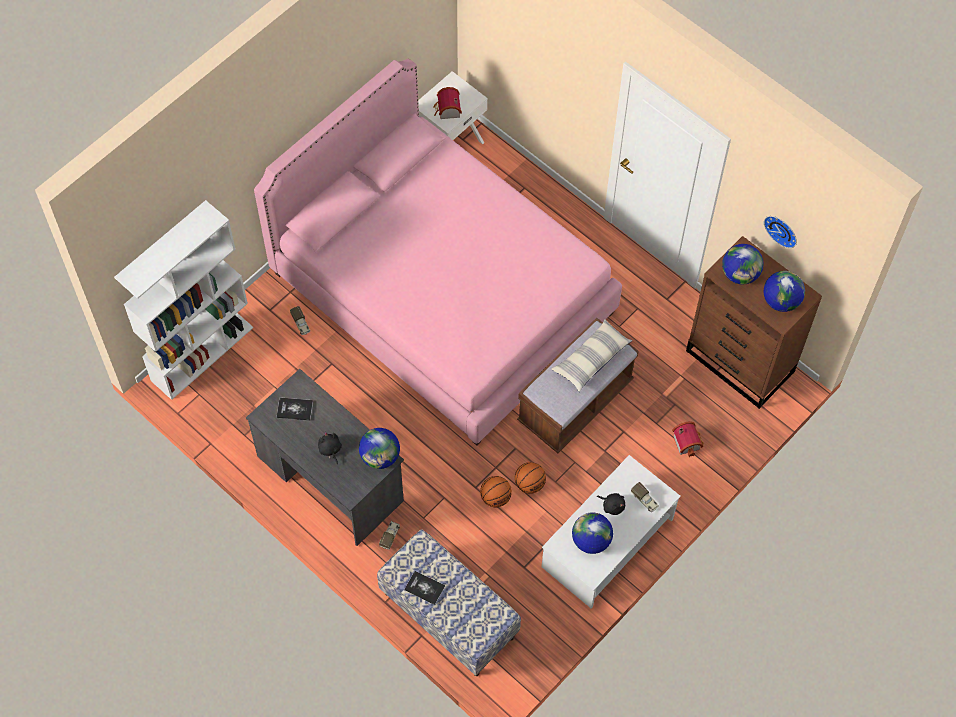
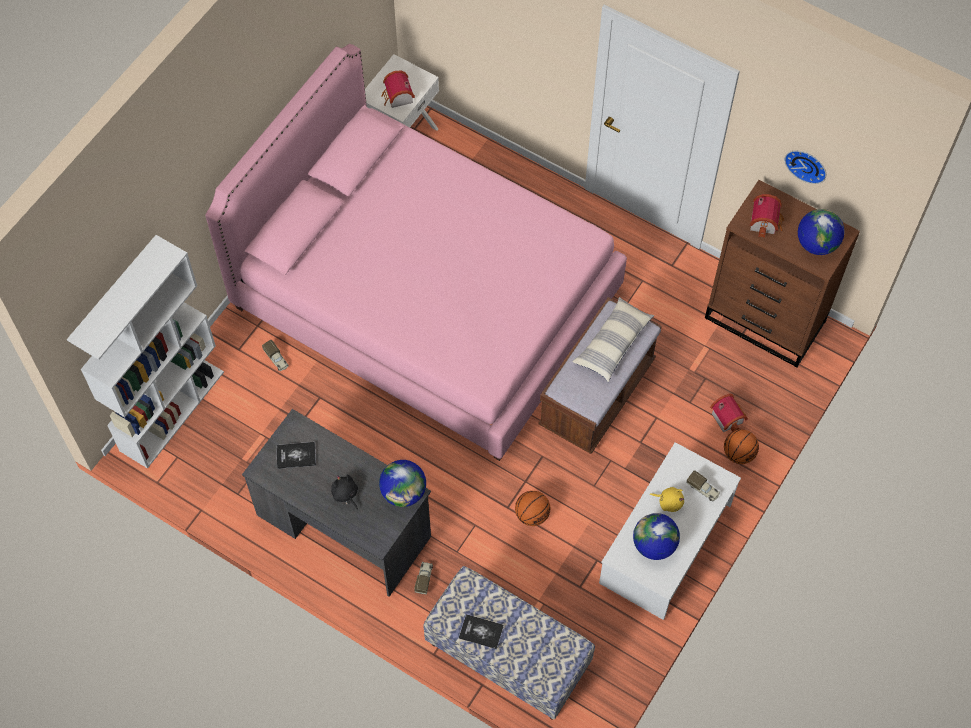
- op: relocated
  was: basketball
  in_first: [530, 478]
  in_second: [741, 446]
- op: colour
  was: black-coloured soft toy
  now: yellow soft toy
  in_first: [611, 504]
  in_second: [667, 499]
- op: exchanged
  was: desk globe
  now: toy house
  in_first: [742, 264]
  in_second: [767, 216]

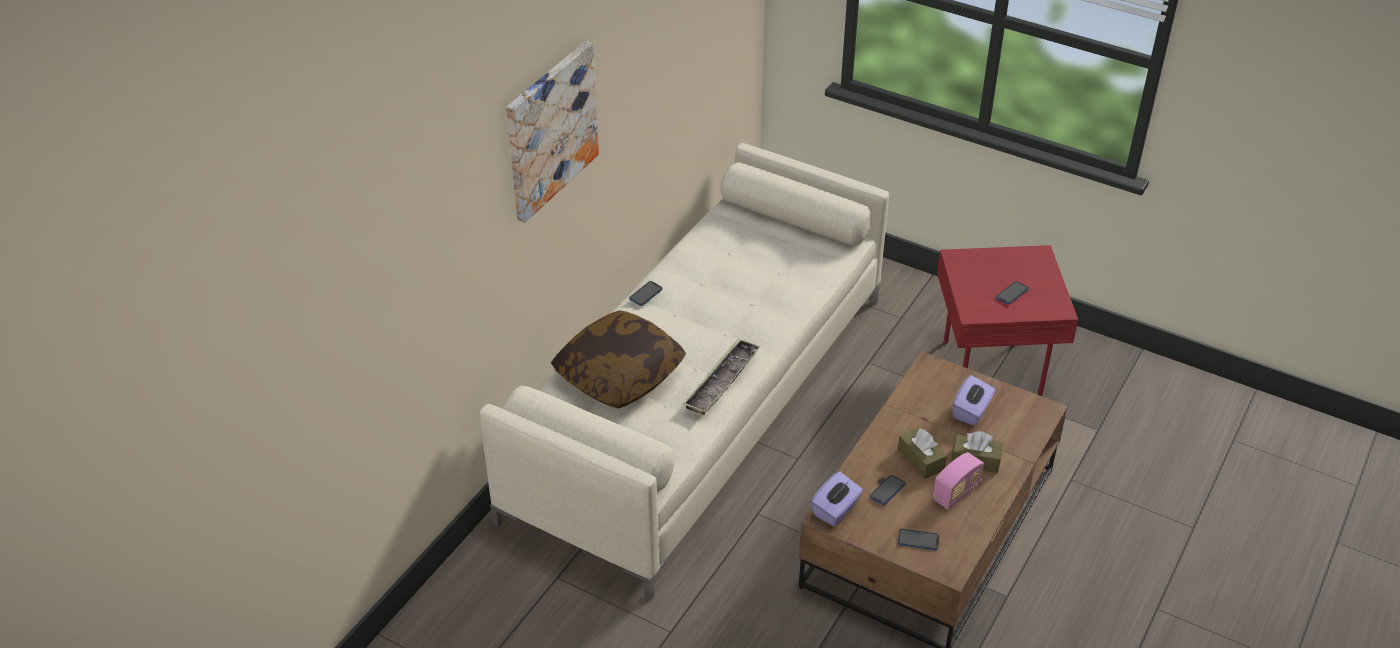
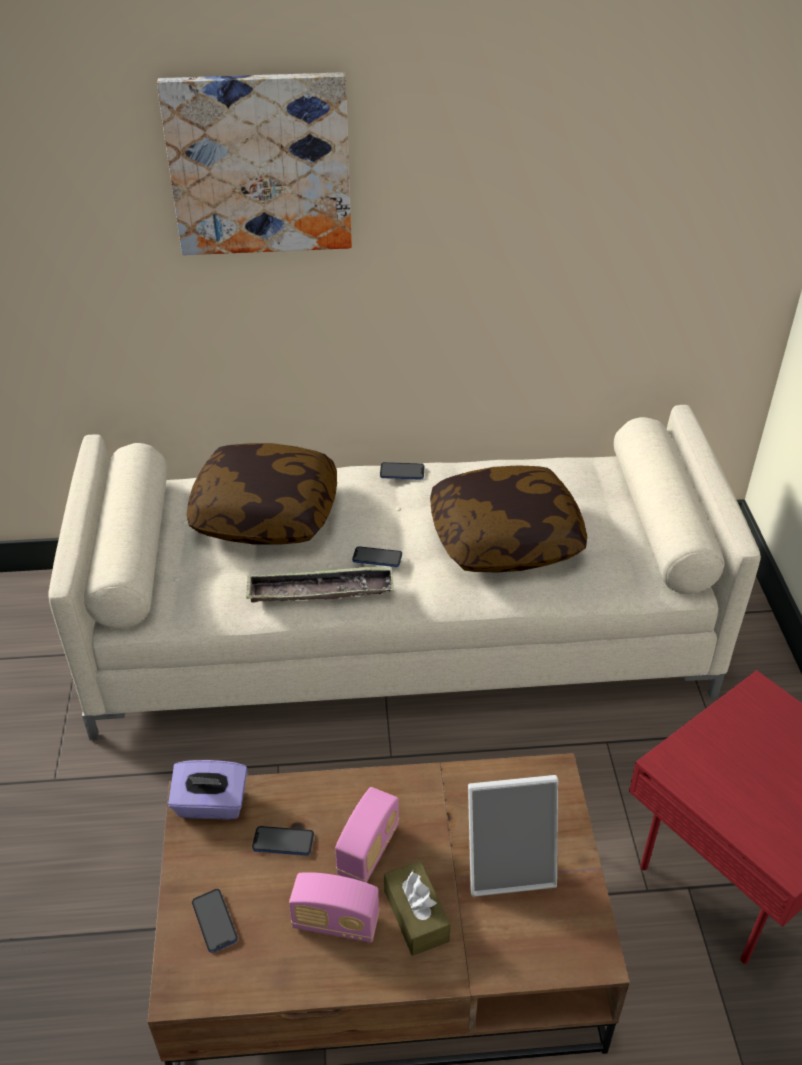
- op: exchanged
  was: brown-coloured box of tissues
  now: radio set
  in_first: [922, 453]
  in_second: [367, 835]
- op: exchanged
  was: purplish box of tissues
  now: standing frame
  in_first: [973, 400]
  in_second: [513, 836]
- op: relocated
  was: telephone
  in_first: [1012, 292]
  in_second: [377, 556]
- op: appeared
  now: throw pillow
  in_second: [508, 519]

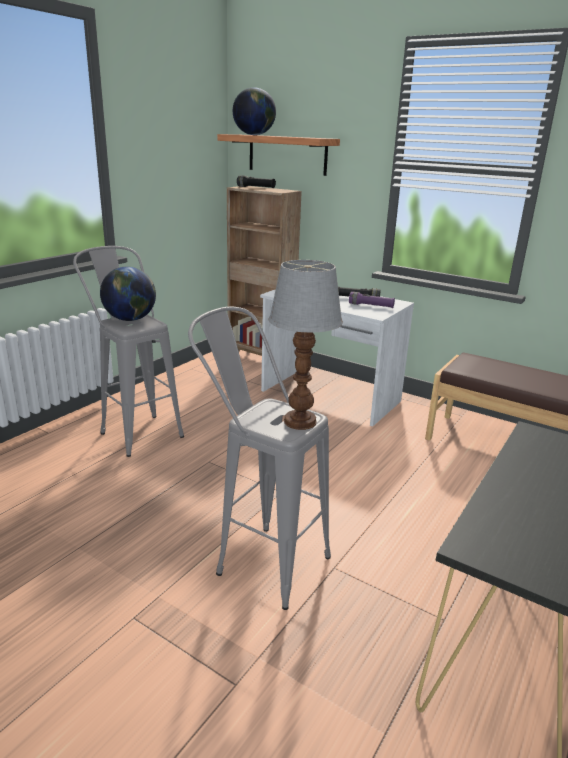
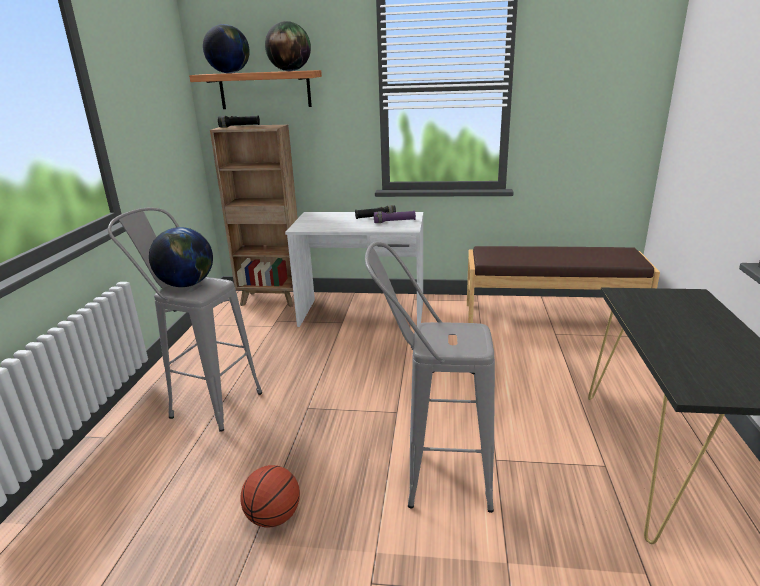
- op: missing
  was: tabletop lamp
  in_first: [306, 345]
- op: appeared
  now: basketball
  in_second: [270, 496]
- op: appeared
  now: desk globe
  in_second: [288, 46]

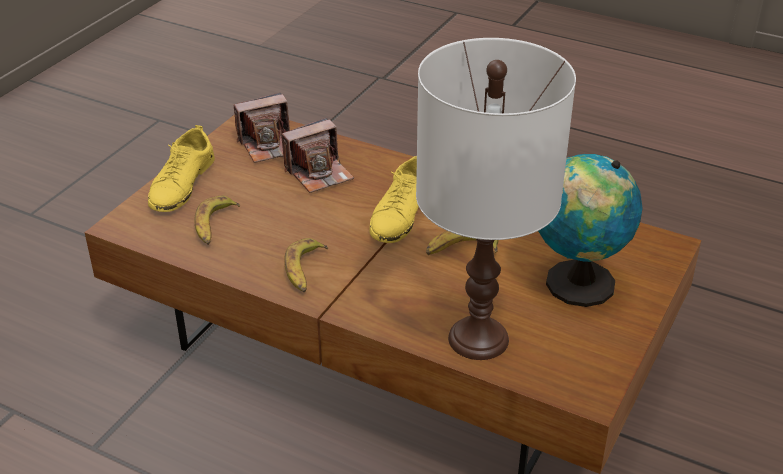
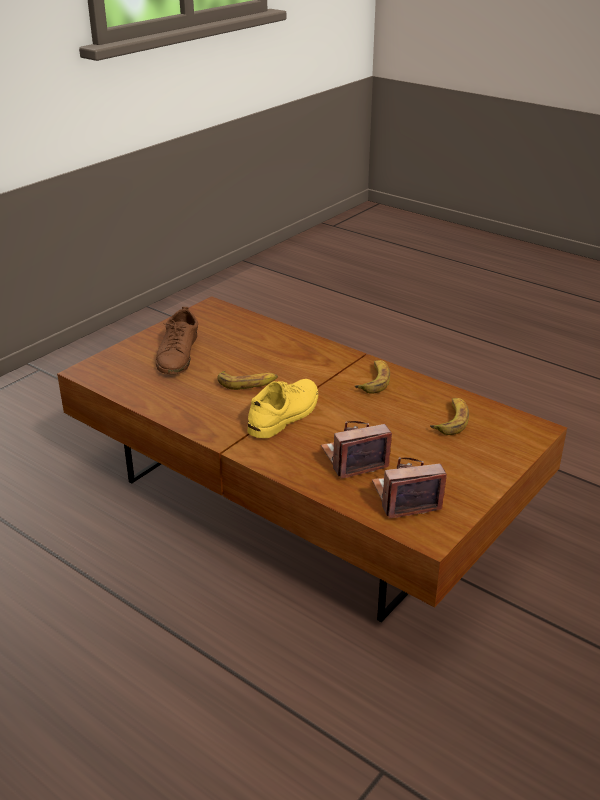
- op: missing
  was: yellow item of footwear
  in_first: [181, 168]
- op: missing
  was: white-coloured tabletop lamp
  in_first: [496, 199]
- op: exchanged
  was: desk globe
  now: brown-coloured item of footwear
  in_first: [590, 230]
  in_second: [177, 340]

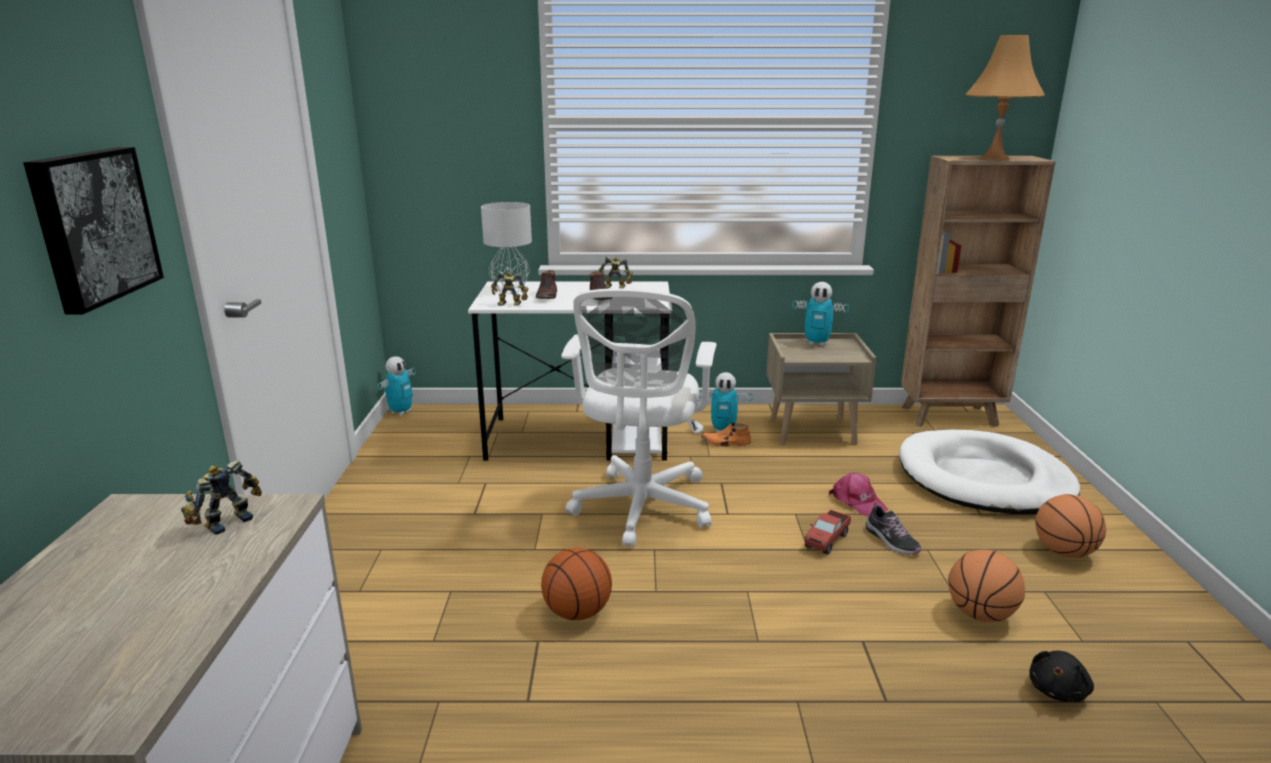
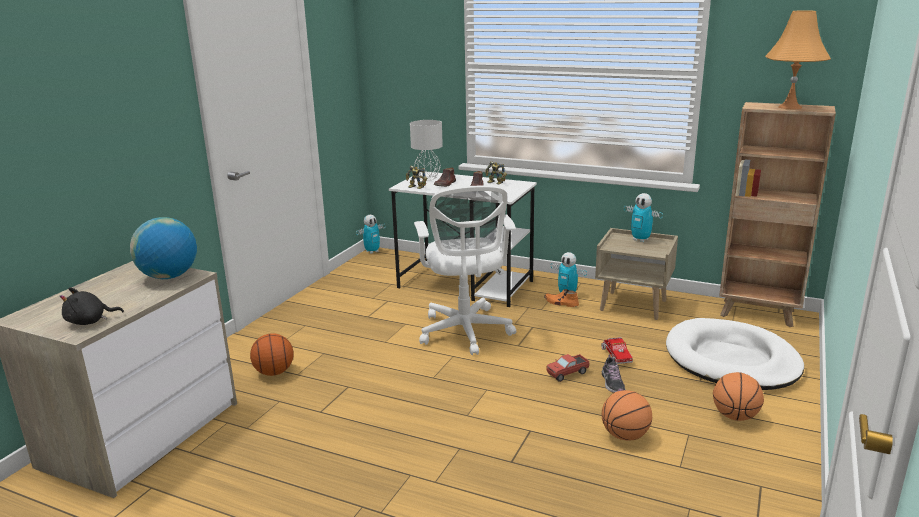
- op: missing
  was: picture
  in_first: [93, 231]
- op: exchanged
  was: toy robot
  now: desk globe
  in_first: [221, 497]
  in_second: [163, 248]
- op: relocated
  was: basketball
  in_first: [576, 584]
  in_second: [271, 354]
- op: spun
  was: white-coloured desk chair
  in_first: [639, 418]
  in_second: [465, 270]
  clockwise: -45
- op: exchanged
  was: pink cap
  now: toy lorry
  in_first: [858, 494]
  in_second: [617, 350]
- op: relocated
  was: black-coloured soft toy
  in_first: [1061, 676]
  in_second: [91, 306]

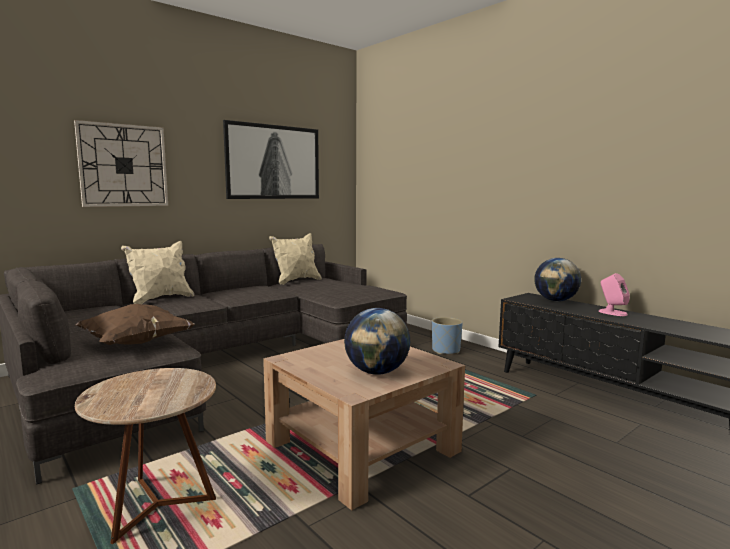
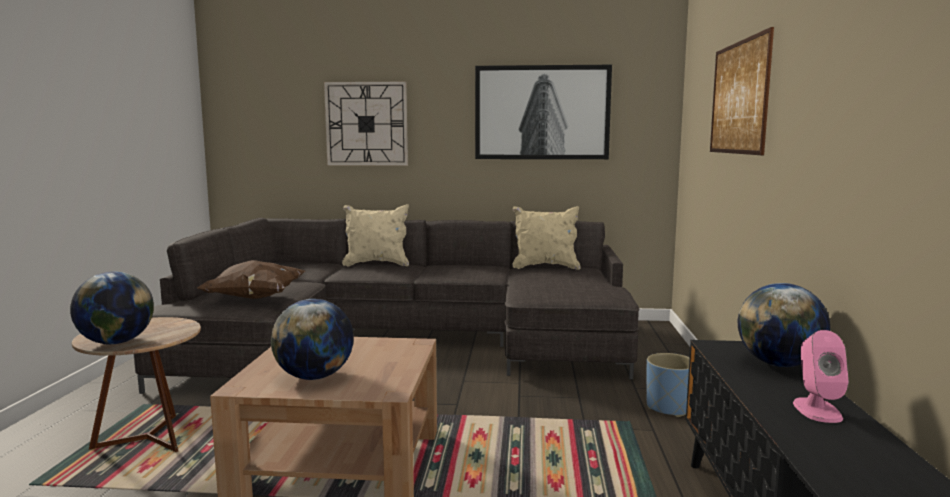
- op: appeared
  now: desk globe
  in_second: [112, 307]
- op: appeared
  now: picture
  in_second: [742, 91]

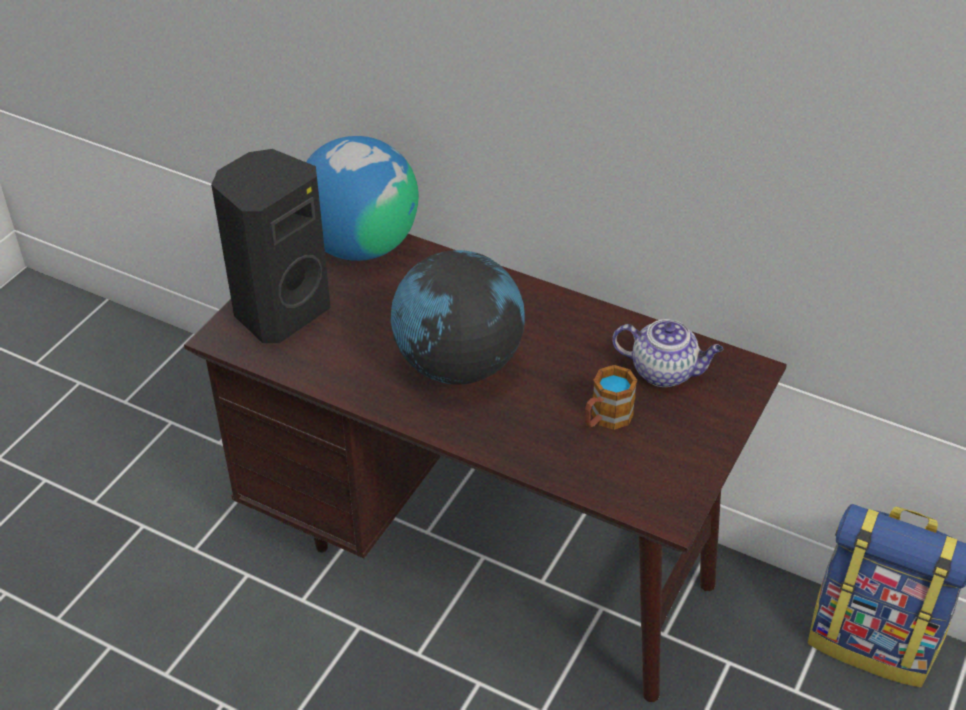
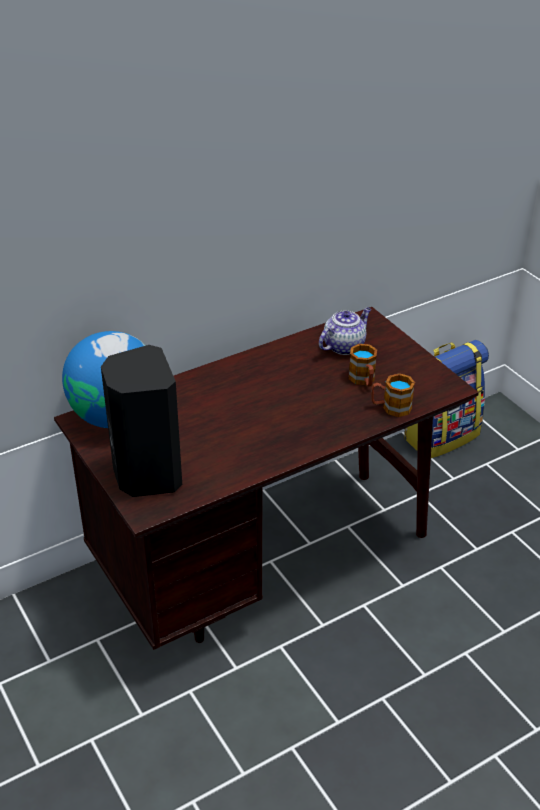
- op: missing
  was: desk globe
  in_first: [458, 317]
- op: appeared
  now: coffee mug
  in_second: [393, 395]

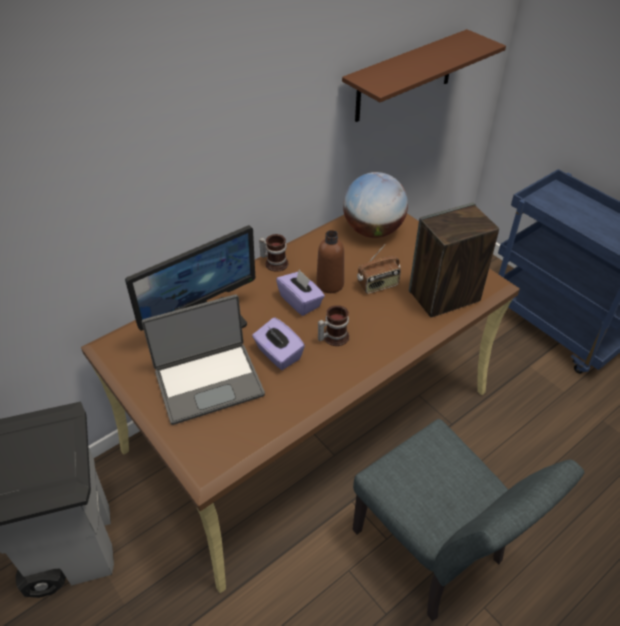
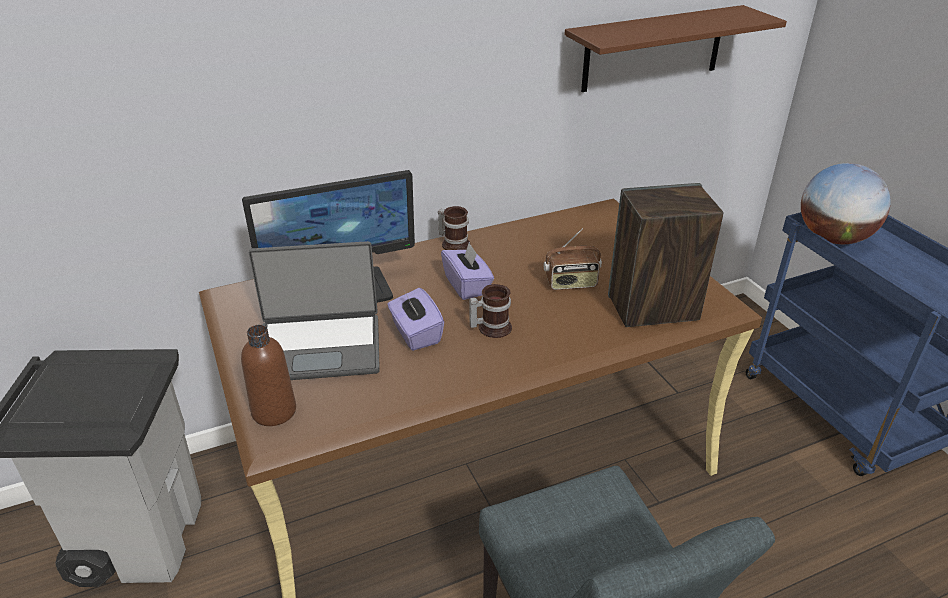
- op: relocated
  was: brown-coloured drink bottle
  in_first: [330, 261]
  in_second: [268, 375]
- op: relocated
  was: desk globe
  in_first: [375, 205]
  in_second: [846, 203]

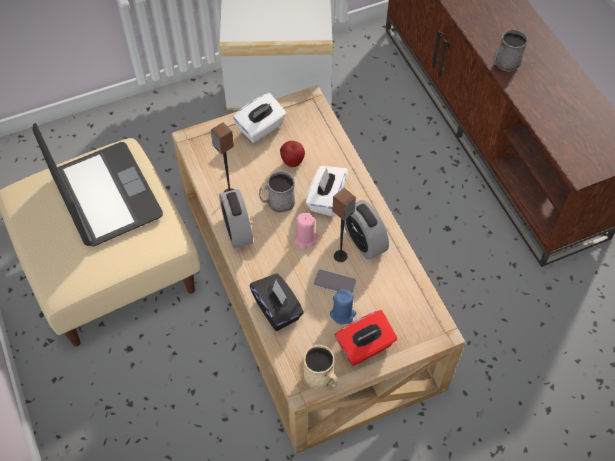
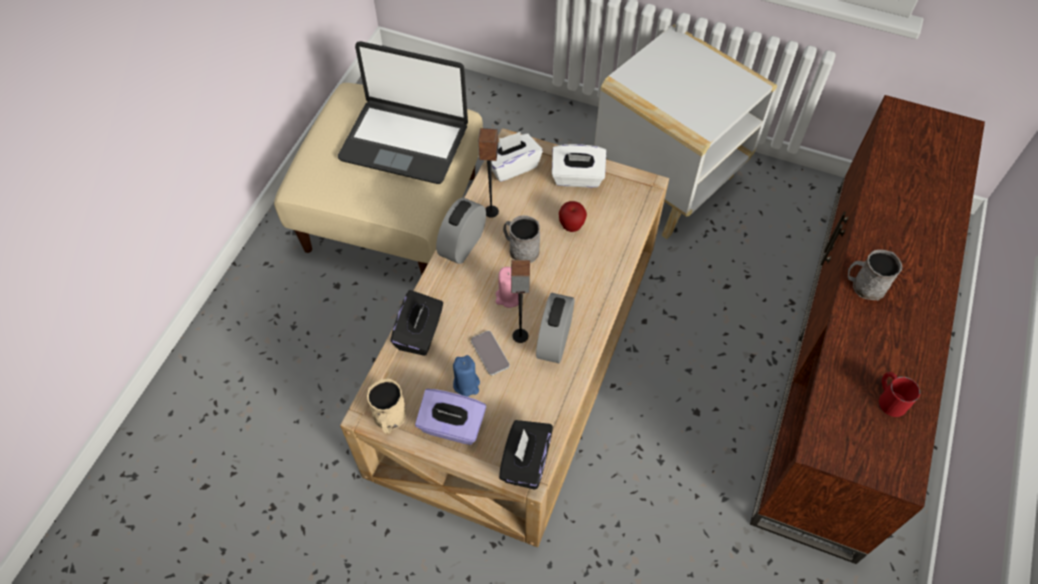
- op: spun
  was: portable computer
  in_first: [97, 184]
  in_second: [403, 112]
  clockwise: 90
- op: relocated
  was: white-coloured box of tissues
  in_first: [327, 191]
  in_second: [514, 157]
- op: colour
  was: red box of tissues
  now: purplish box of tissues
  in_first: [366, 338]
  in_second: [450, 417]
- op: appeared
  now: black-coloured box of tissues
  in_second: [526, 455]
- op: appeared
  now: red coffee mug
  in_second: [899, 394]

